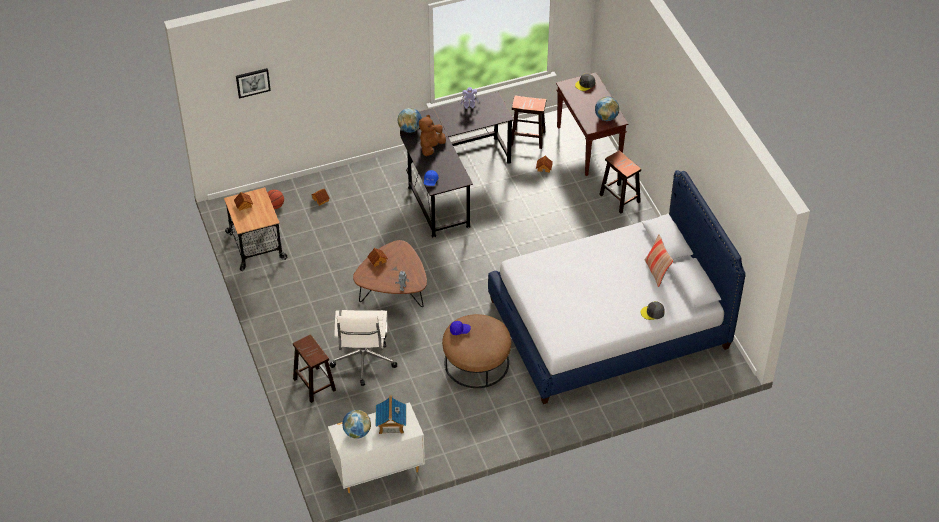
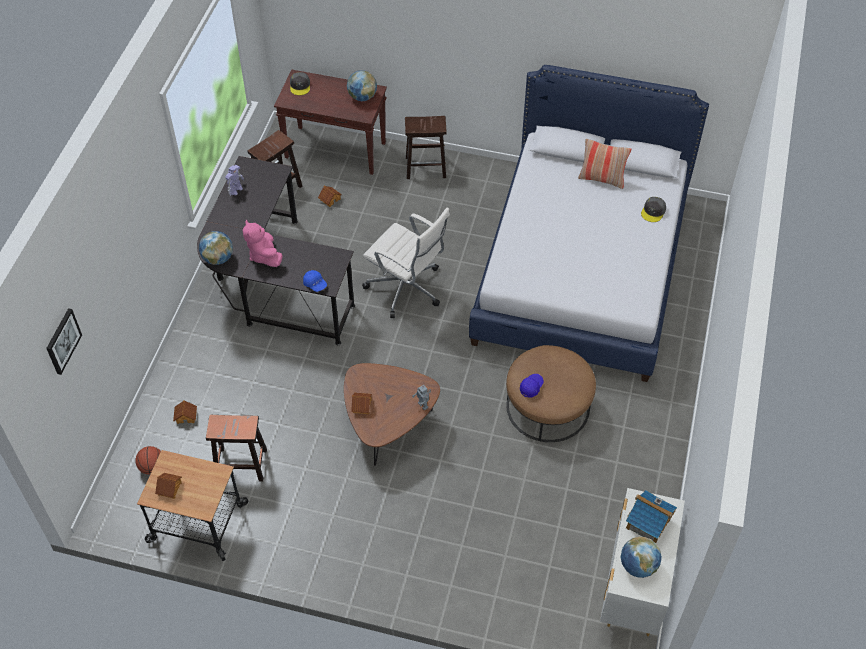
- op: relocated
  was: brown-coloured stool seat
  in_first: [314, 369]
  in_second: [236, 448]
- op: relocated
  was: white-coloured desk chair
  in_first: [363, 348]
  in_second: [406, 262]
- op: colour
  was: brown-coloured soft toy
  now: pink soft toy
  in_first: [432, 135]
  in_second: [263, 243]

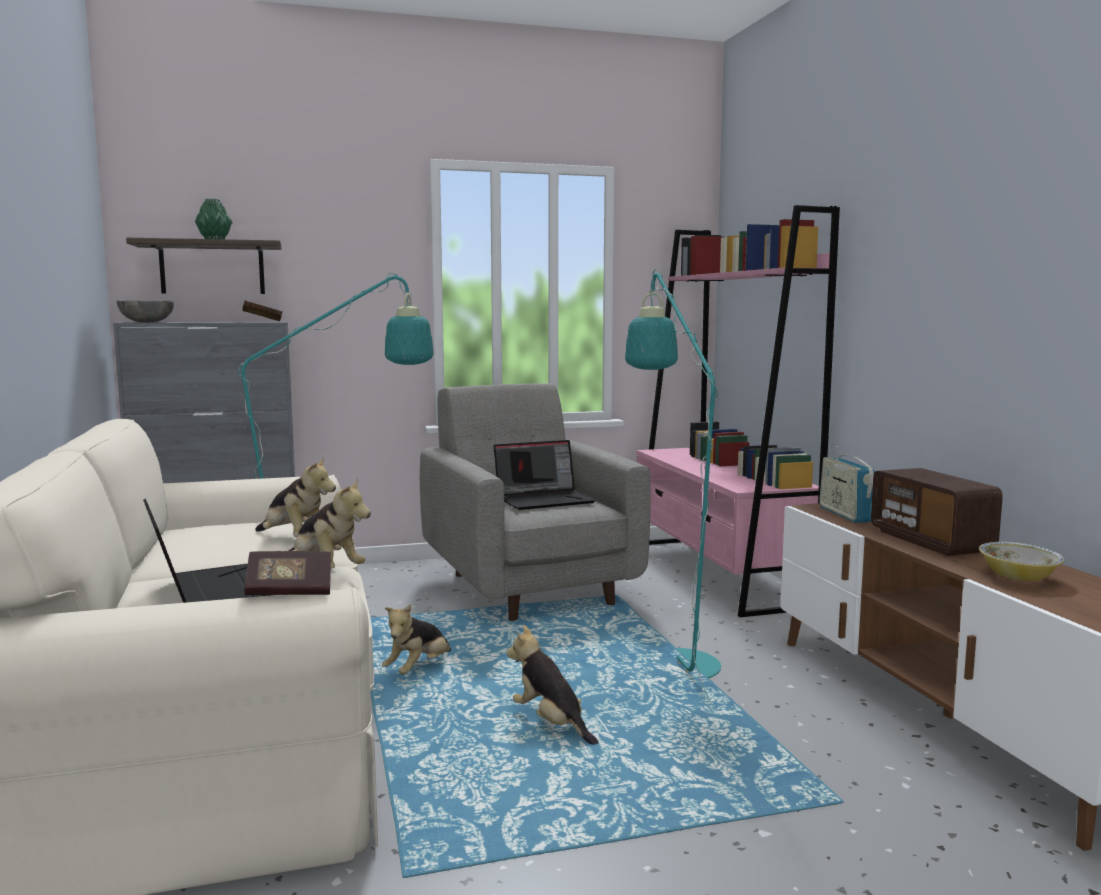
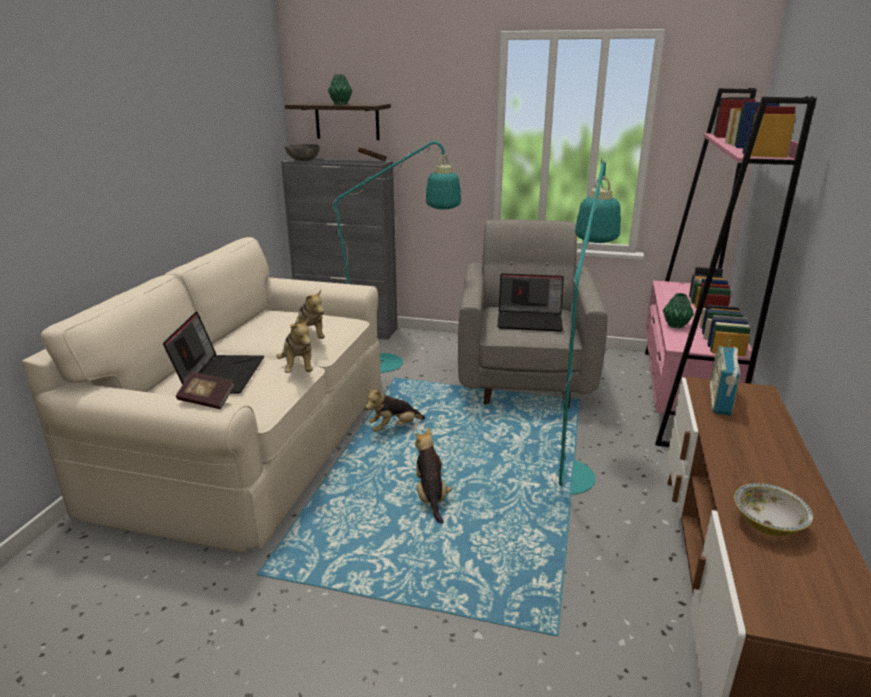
- op: missing
  was: radio set
  in_first: [937, 512]
- op: appeared
  now: green-coloured decorative vase
  in_second: [678, 310]

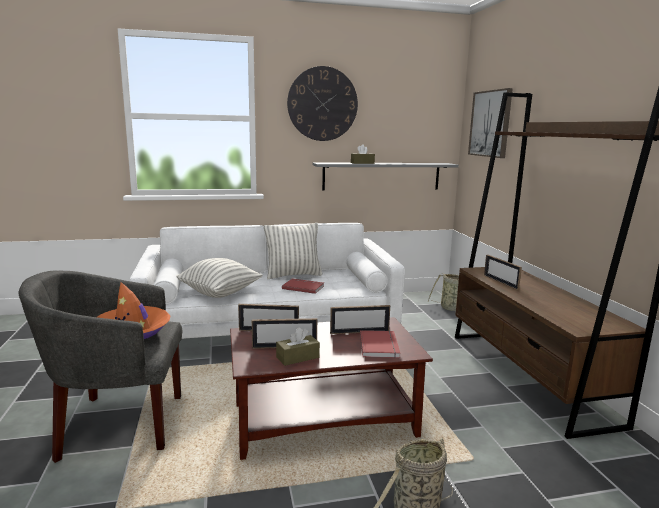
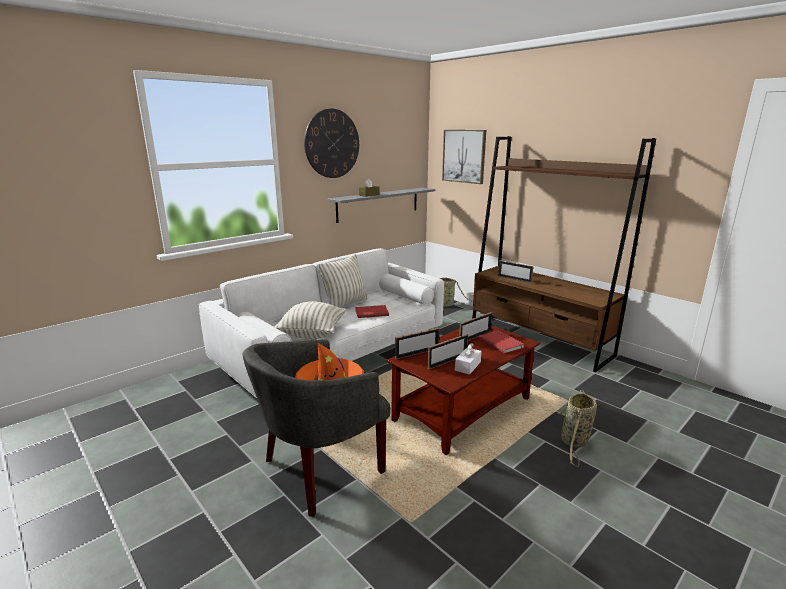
- op: colour
  was: brown-coloured box of tissues
  now: white-coloured box of tissues
  in_first: [298, 346]
  in_second: [468, 359]

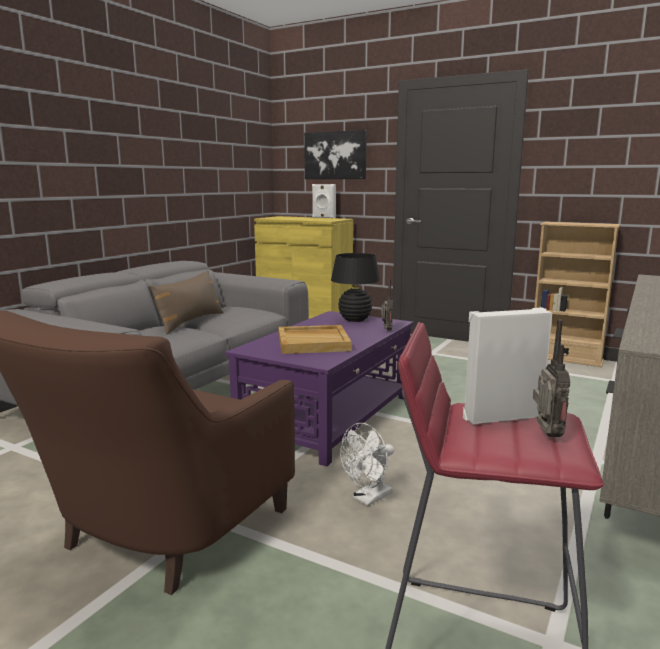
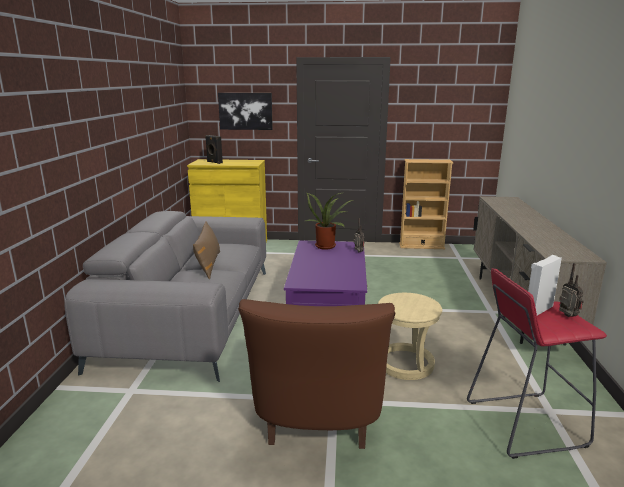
- op: missing
  was: beige-coloured tray
  in_first: [315, 339]
- op: missing
  was: white-coloured speaker
  in_first: [324, 201]
- op: exchanged
  was: black-coloured tabletop lamp
  now: plant in a pot
  in_first: [355, 287]
  in_second: [329, 221]
- op: exchanged
  was: white-coloured fan
  now: beige-coloured stool seat
  in_first: [367, 464]
  in_second: [410, 336]
- op: appeared
  now: black-coloured speaker
  in_second: [214, 149]

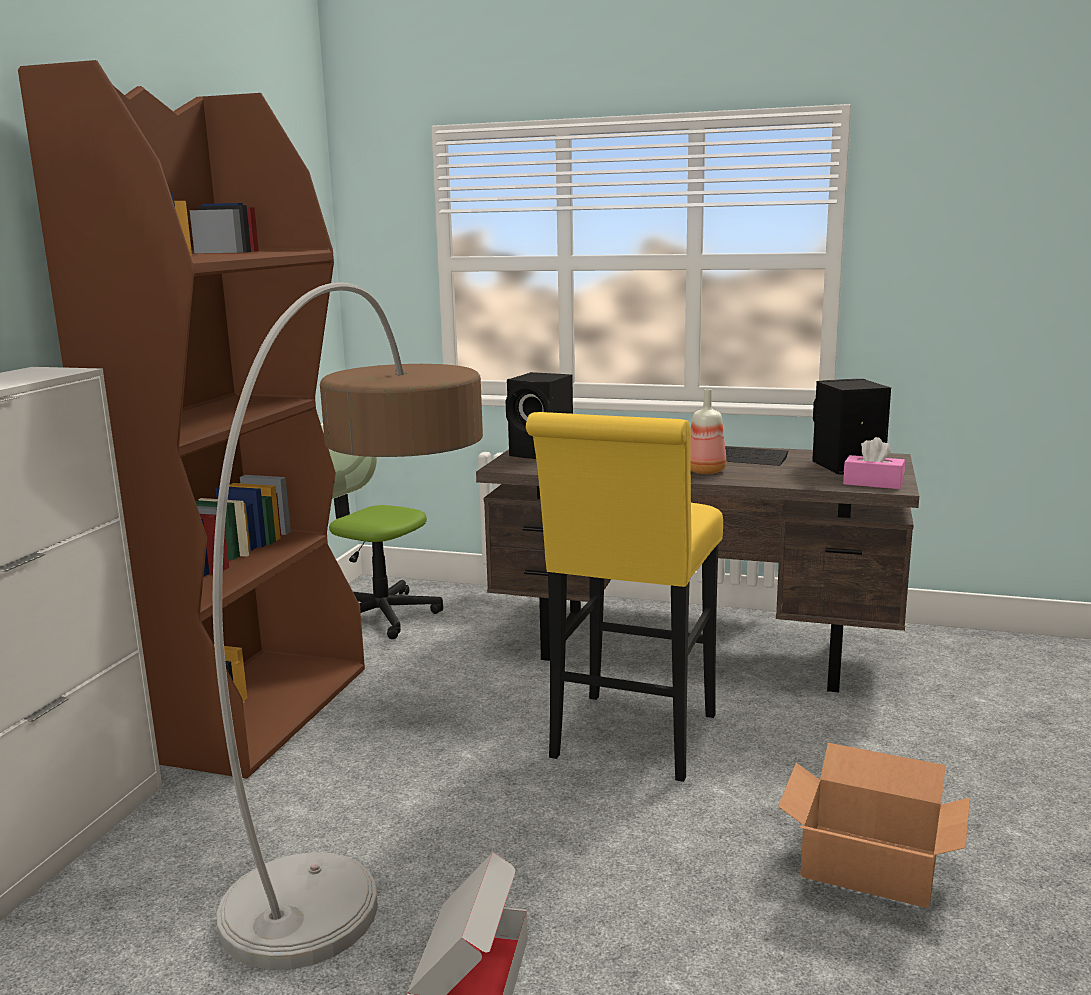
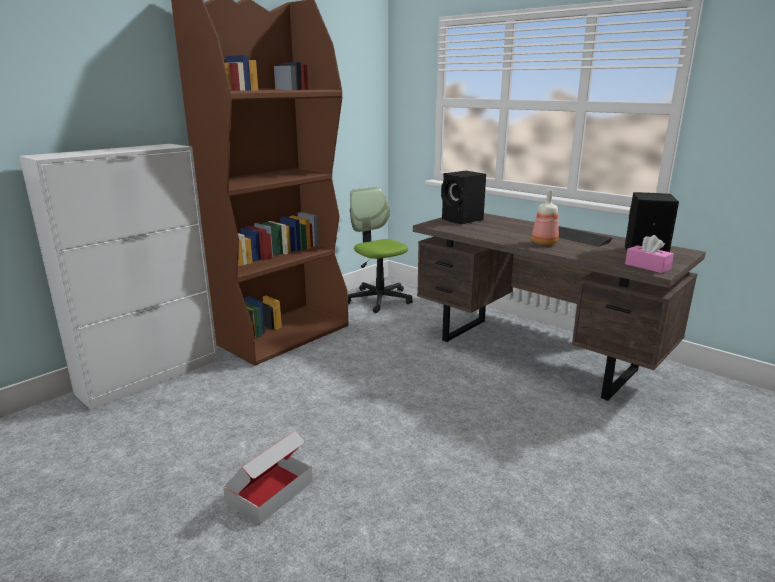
- op: missing
  was: floor lamp
  in_first: [348, 626]
- op: missing
  was: yellow stool seat
  in_first: [624, 597]
- op: missing
  was: carton
  in_first: [874, 825]

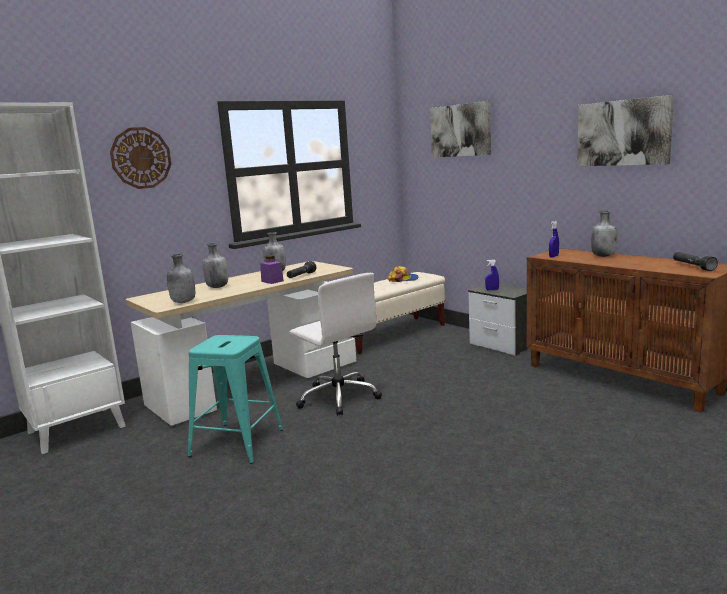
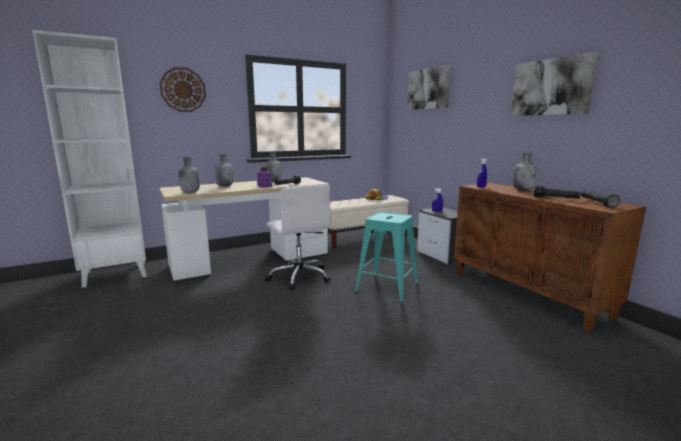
- op: relocated
  was: turquoise stool seat
  in_first: [236, 399]
  in_second: [386, 257]
- op: appeared
  now: black-coloured flashlight
  in_second: [557, 192]

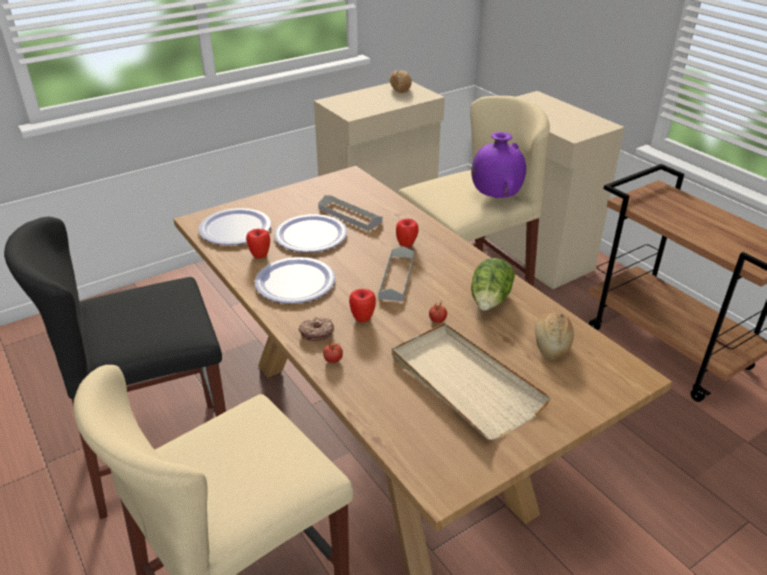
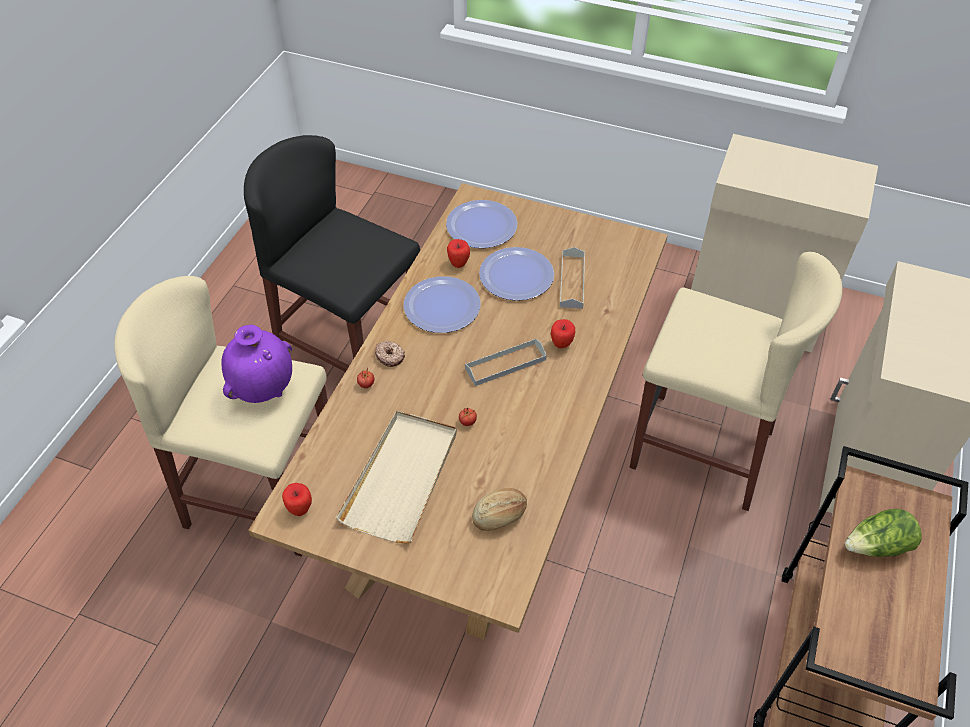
- op: relocated
  was: apple
  in_first: [362, 305]
  in_second: [297, 499]
- op: missing
  was: baked bread
  in_first: [401, 81]
- op: relocated
  was: purplish decorative vase
  in_first: [498, 165]
  in_second: [256, 364]
- op: relocated
  was: lettuce head
  in_first: [493, 284]
  in_second: [883, 533]

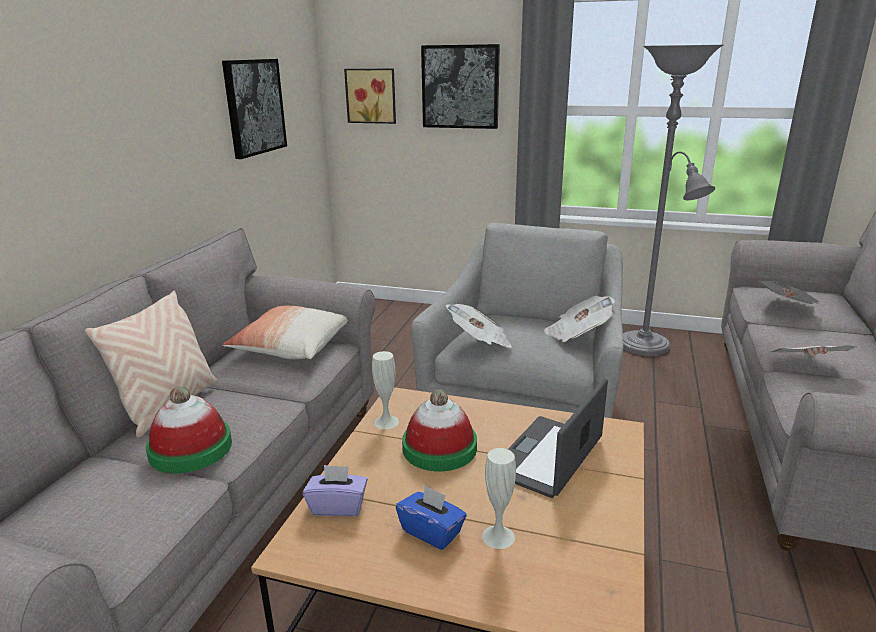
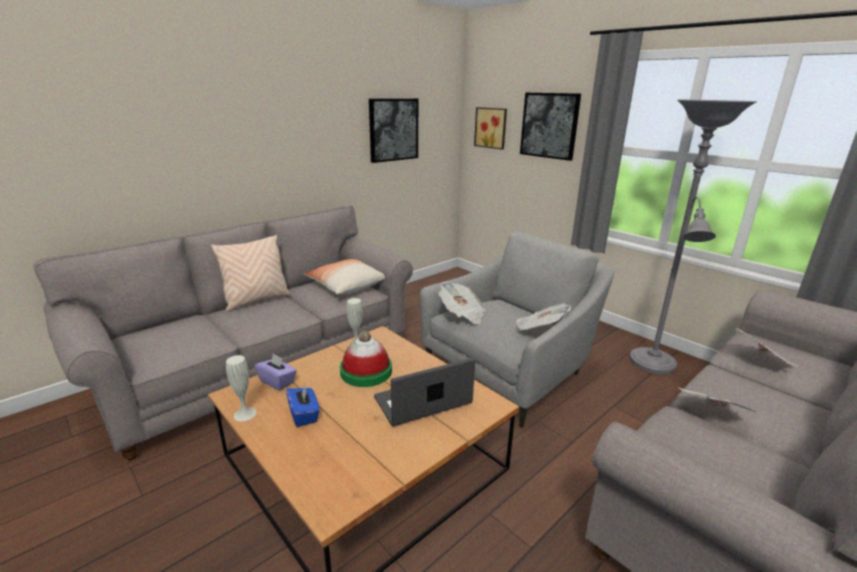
- op: missing
  was: wearable hat
  in_first: [189, 430]
- op: relocated
  was: white-coloured decorative vase
  in_first: [499, 498]
  in_second: [241, 388]

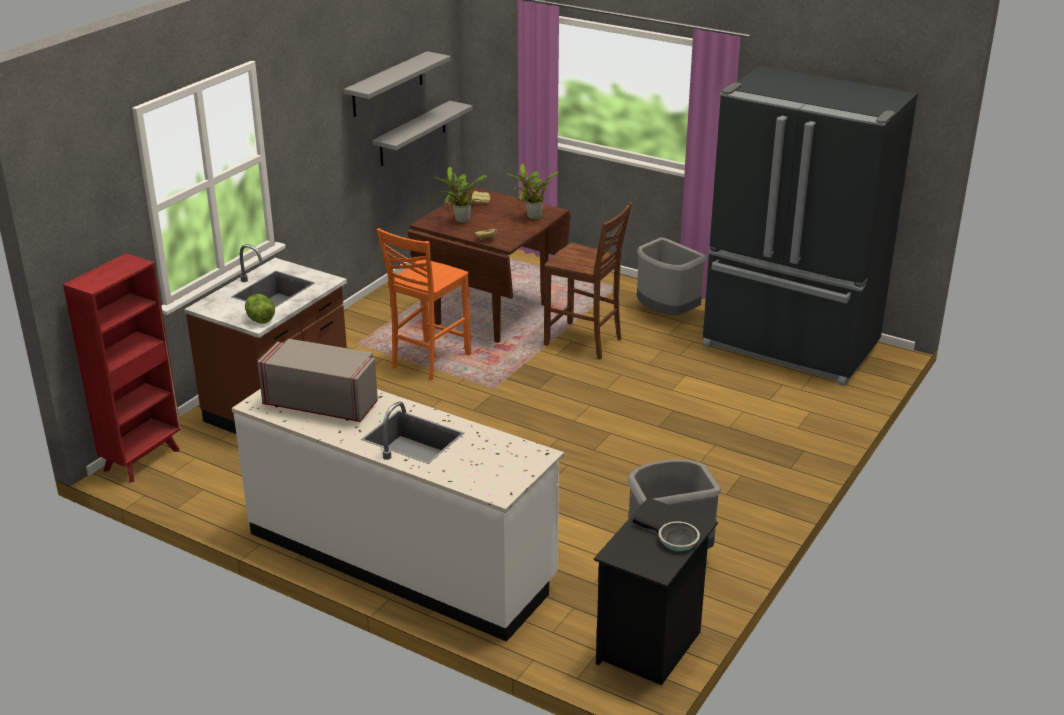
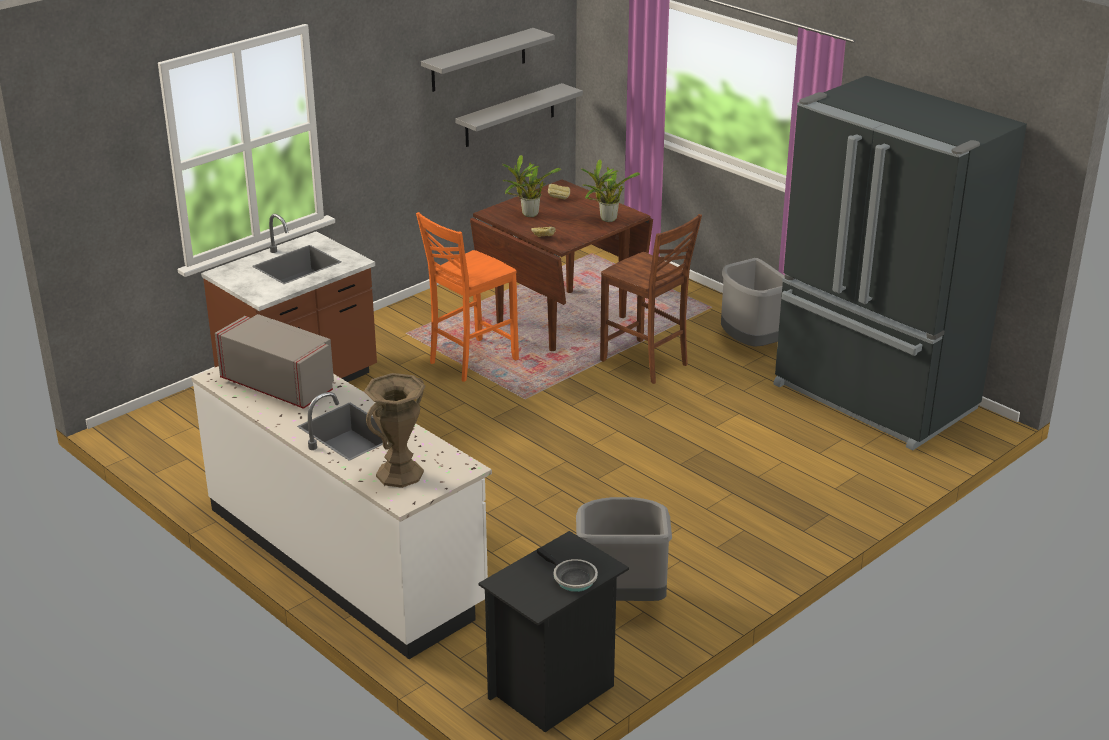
- op: missing
  was: red bookcase
  in_first: [122, 367]
- op: missing
  was: lettuce head
  in_first: [260, 309]
- op: appeared
  now: brown-coloured decorative vase
  in_second: [394, 430]

